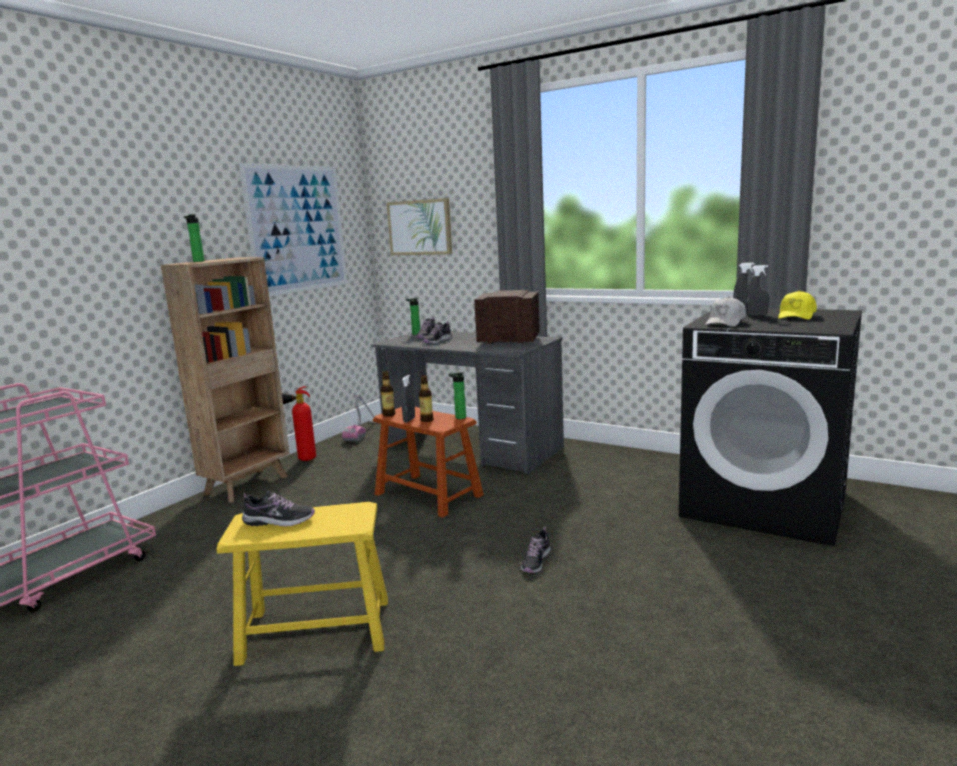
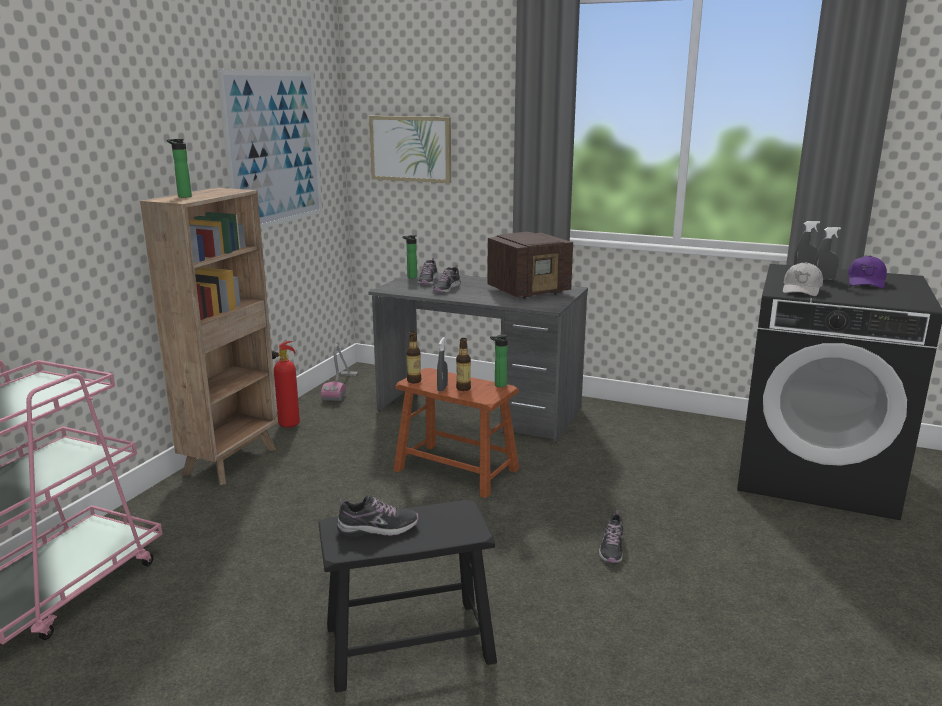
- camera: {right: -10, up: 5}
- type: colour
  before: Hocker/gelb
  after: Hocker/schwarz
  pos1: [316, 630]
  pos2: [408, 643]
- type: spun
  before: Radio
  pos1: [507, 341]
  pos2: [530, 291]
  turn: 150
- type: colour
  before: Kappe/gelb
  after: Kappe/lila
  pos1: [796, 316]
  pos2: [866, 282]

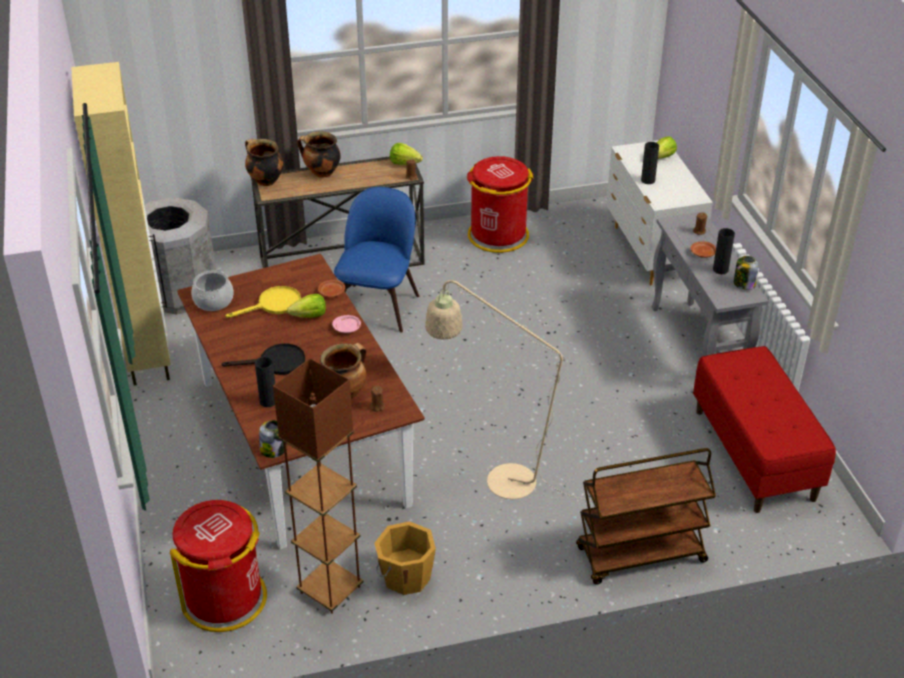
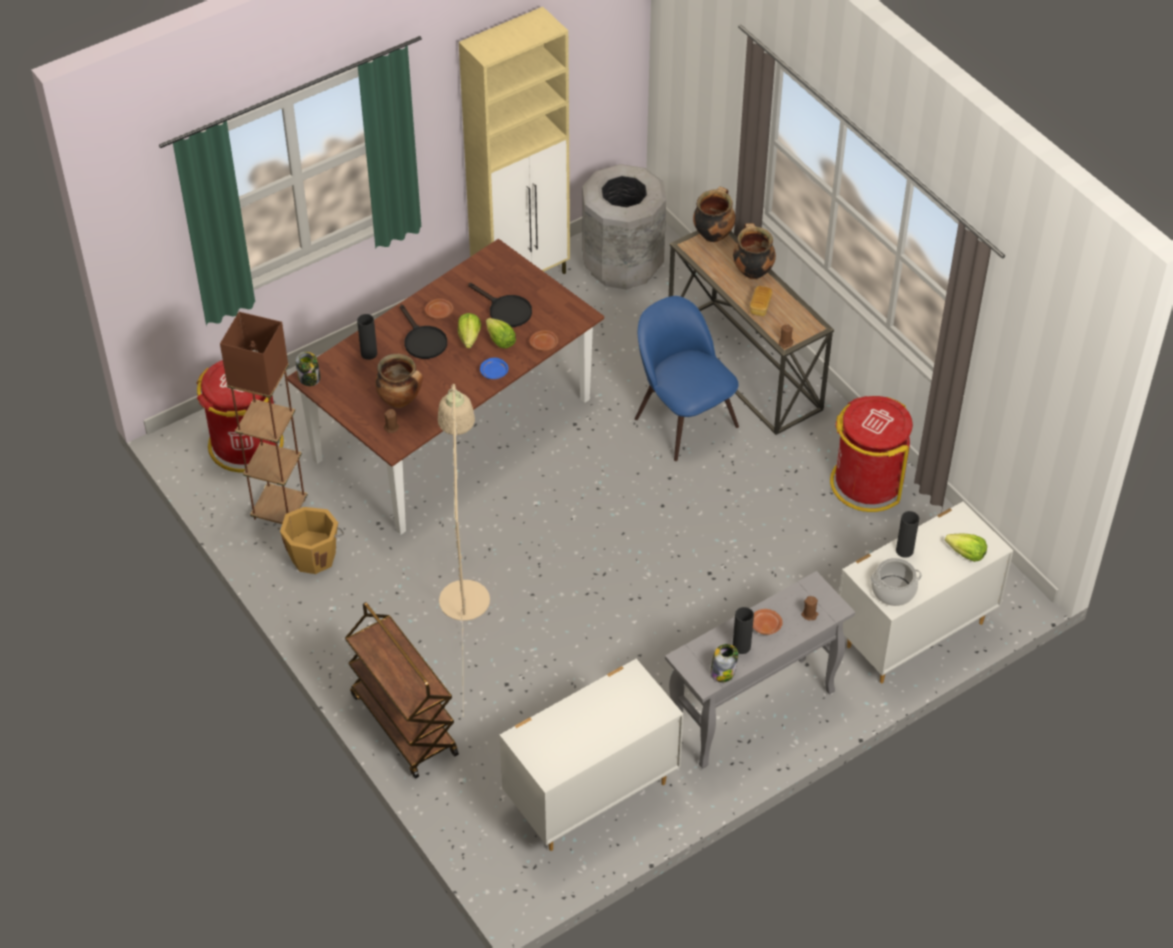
- camera: {right: 70, up: 10}
- type: appeared
  after: Teller/braun
  pos2: [439, 312]
- type: relocated
  before: Salatkopf
  pos1: [404, 163]
  pos2: [469, 338]
- type: colour
  before: Pfanne/gelb
  after: Pfanne/schwarz
  pos1: [274, 305]
  pos2: [505, 310]
- type: colour
  before: Teller/rosa
  after: Teller/blau
  pos1: [347, 328]
  pos2: [494, 372]
- type: exchanged
  before: Bank/rot
  after: Kommode/weiß
  pos1: [754, 454]
  pos2: [590, 796]
- type: spun
  before: Stuhl/blau
  pos1: [378, 305]
  pos2: [683, 419]
  turn: -120
- type: appeared
  after: Brot
  pos2: [760, 306]
- type: relocated
  before: Kochtopf
  pos1: [214, 301]
  pos2: [893, 591]

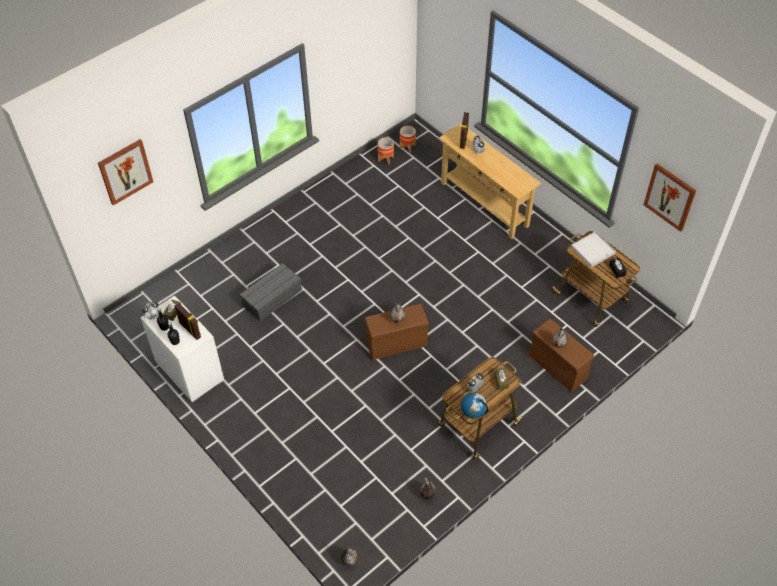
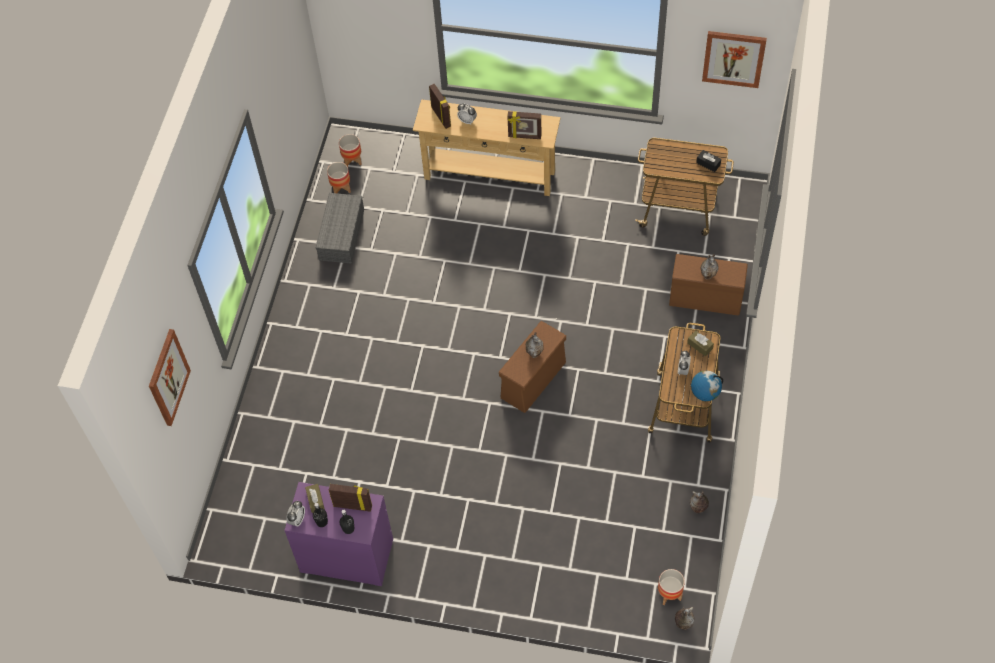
- camera: {right: -35, up: 5}
- type: colour
  before: Kommode/weiß
  after: Kommode/lila
  pos1: [189, 371]
  pos2: [346, 556]
- type: relocated
  before: Aufbewahrungsbox/grau
  pos1: [272, 298]
  pos2: [342, 235]
- type: appeared
  after: Bilderrahmen
  pos2: [524, 136]
- type: appeared
  after: Pflanzkübel
  pos2: [669, 594]
- type: missing
  before: Tablett/weiß
  pos1: [592, 250]

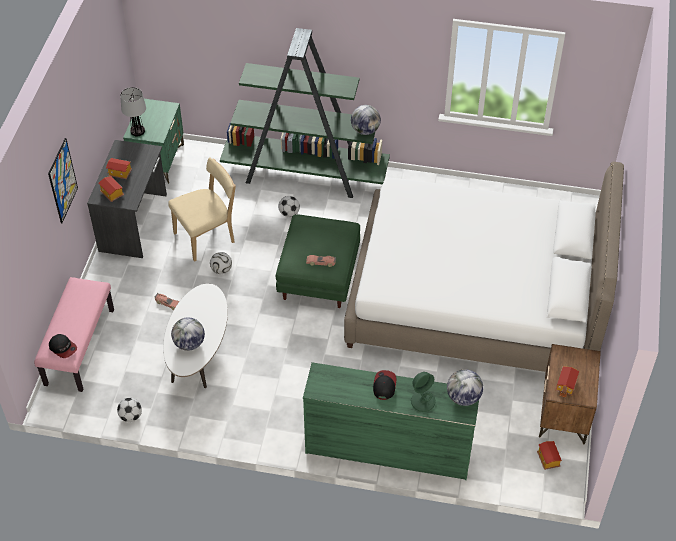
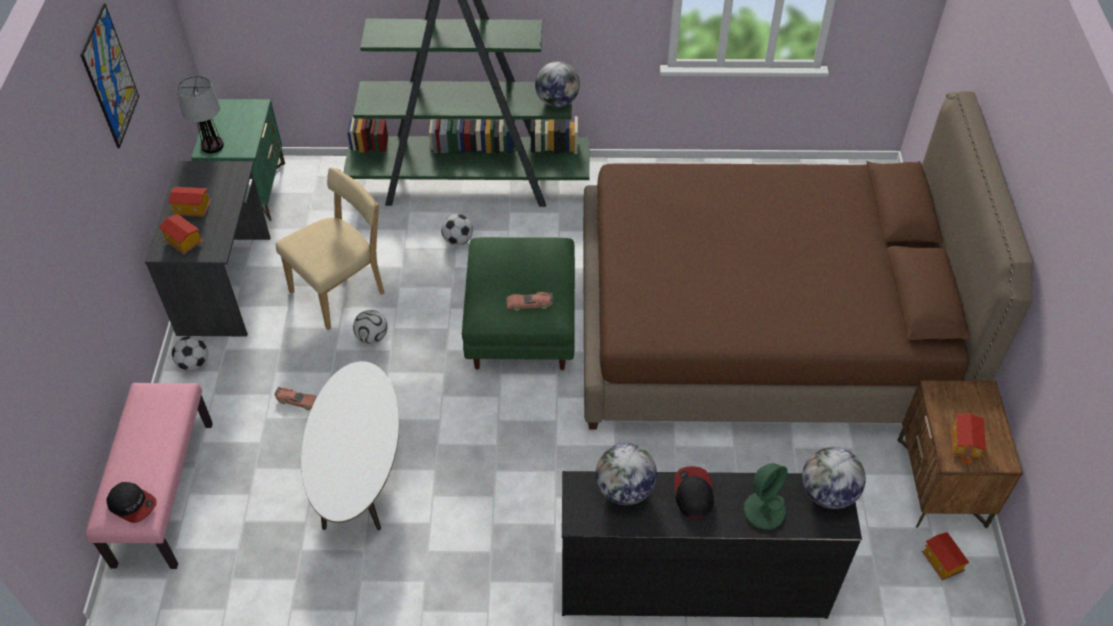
- camera: {right: -10, up: 0}
- type: relocated
  before: Bild
  pos1: [62, 181]
  pos2: [110, 77]
- type: relocated
  before: Fußball
  pos1: [131, 416]
  pos2: [194, 363]
- type: colour
  before: Kommode/grün
  after: Kommode/schwarz
  pos1: [388, 448]
  pos2: [691, 585]
- type: colour
  before: Bett/weiß
  after: Bett/braun
  pos1: [476, 299]
  pos2: [761, 327]
- type: relocated
  before: Globus
  pos1: [189, 343]
  pos2: [624, 490]

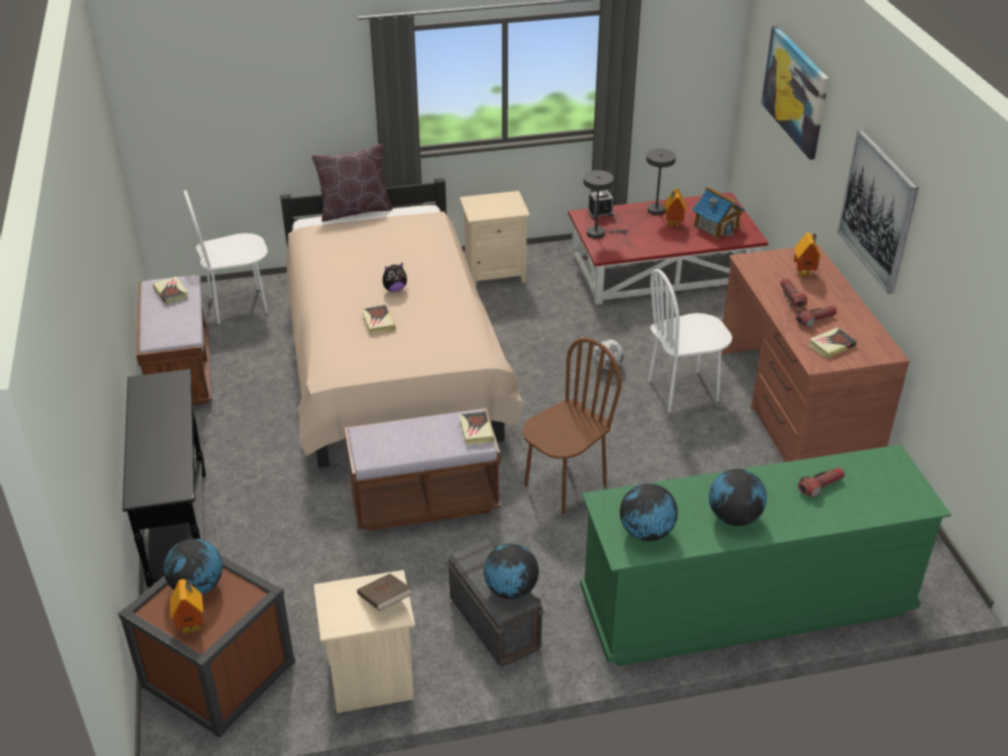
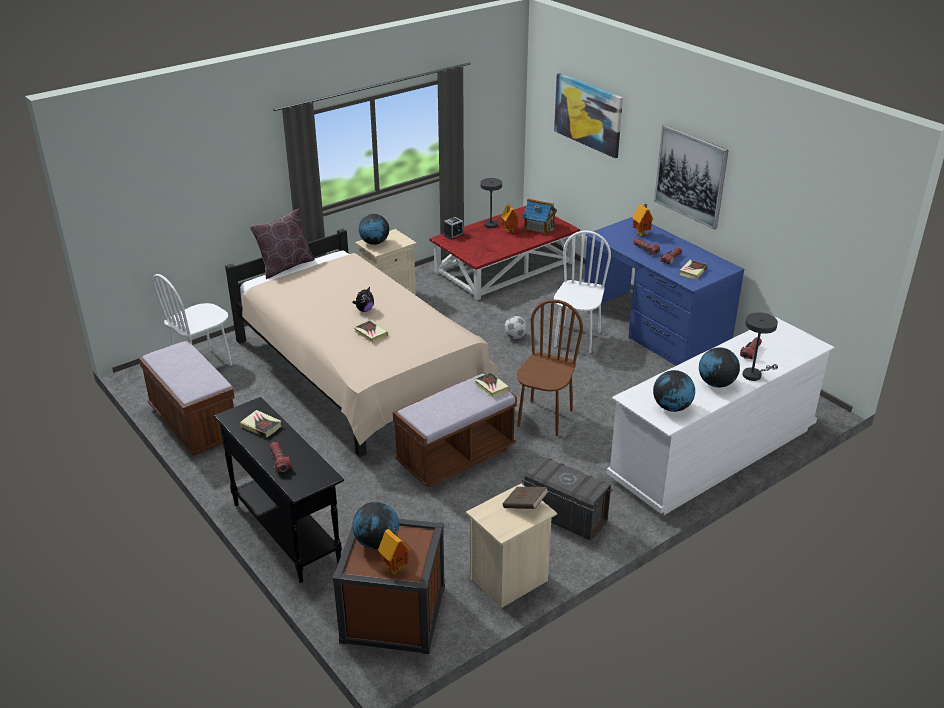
- camera: {right: -25, up: -5}
- type: relocated
  before: Buch
  pos1: [171, 293]
  pos2: [261, 426]
- type: appeared
  after: Taschenlampe
  pos2: [279, 461]
- type: relocated
  before: Globus
  pos1: [510, 590]
  pos2: [374, 243]
- type: spun
  before: Stuhl/weiß
  pos1: [683, 390]
  pos2: [577, 339]
  turn: 150
- type: colour
  before: Schreibtisch/braun
  after: Schreibtisch/blau
  pos1: [795, 405]
  pos2: [654, 329]
- type: colour
  before: Kommode/grün
  after: Kommode/weiß
  pos1: [746, 603]
  pos2: [713, 453]
- type: relocated
  before: Tischlampe/grau
  pos1: [599, 233]
  pos2: [754, 374]

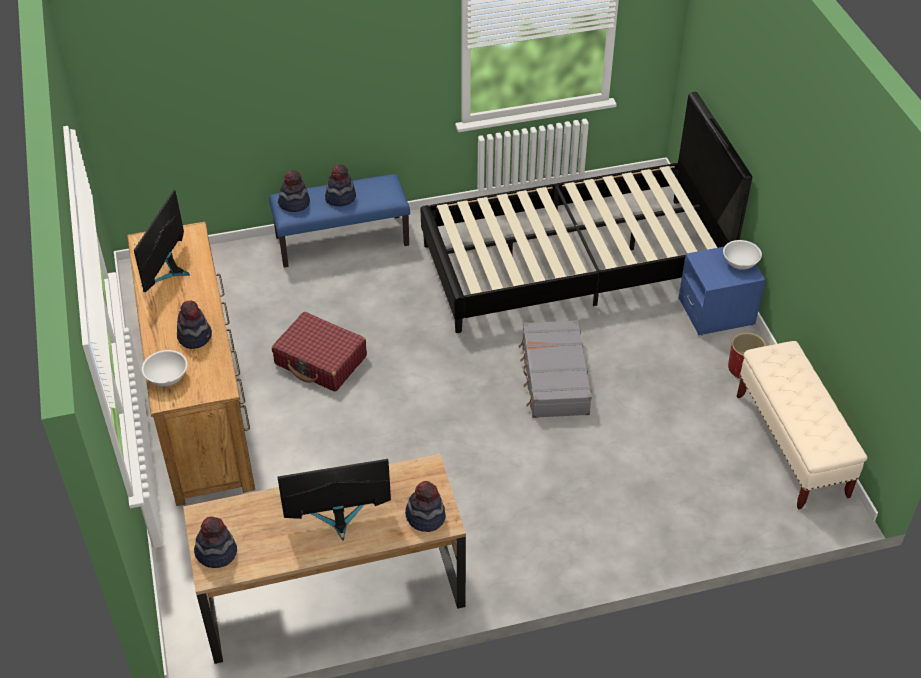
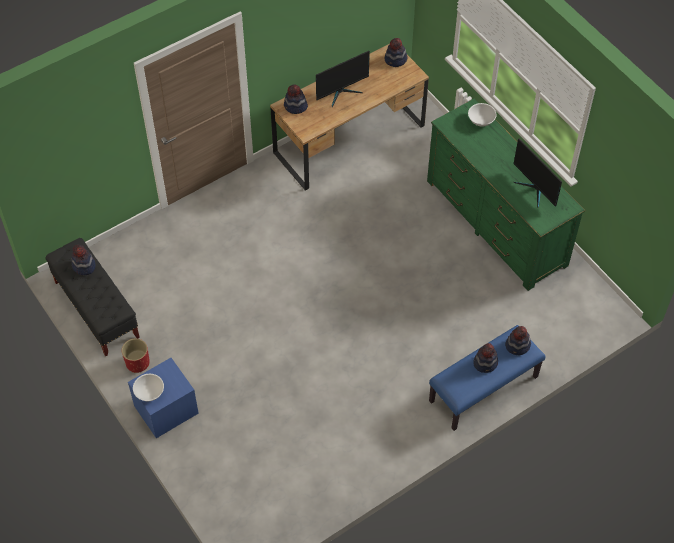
- camera: {right: 160, up: 10}
- type: colour
  before: Bank/beige
  after: Bank/schwarz
  pos1: [791, 446]
  pos2: [96, 309]
- type: relocated
  before: Hut
  pos1: [195, 336]
  pos2: [84, 266]
- type: colour
  before: Kommode/braun
  after: Kommode/grün
  pos1: [200, 406]
  pos2: [496, 222]
- type: spun
  before: Monitor
  pos1: [168, 271]
  pos2: [535, 189]
  turn: 150
- type: missing
  before: Koffer/rot
  pos1: [321, 361]
- type: missing
  before: Bett/schwarz
  pos1: [574, 263]
- type: missing
  before: Koffer/grau
  pos1: [554, 377]

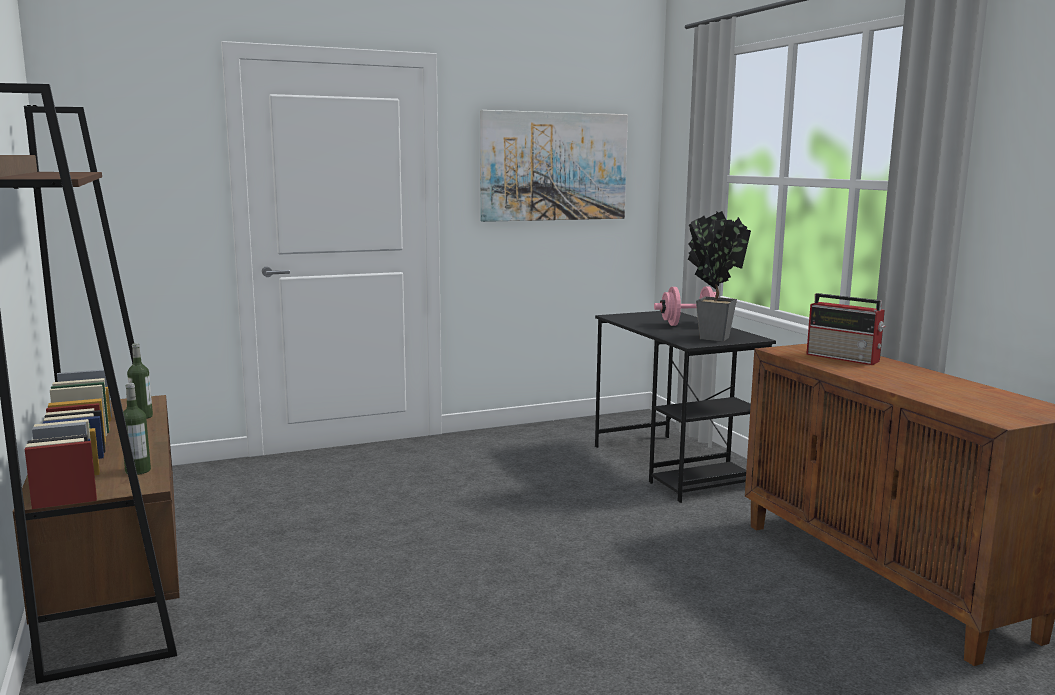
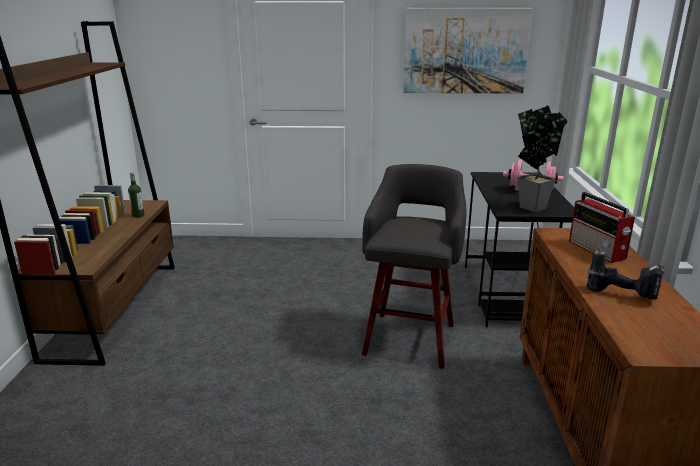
- camera: {right: 25, up: 10}
- type: appeared
  after: Hocker/grau
  pos2: [410, 337]
- type: appeared
  after: Bohrmaschine
  pos2: [623, 294]
- type: missing
  before: Flasche
  pos1: [138, 471]

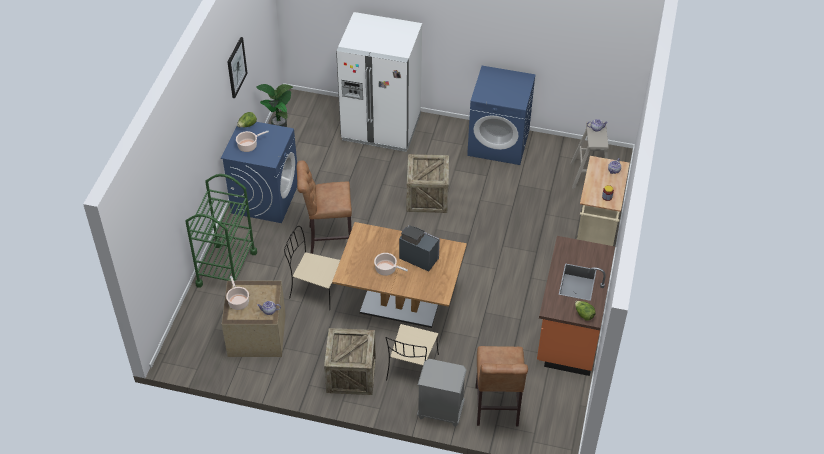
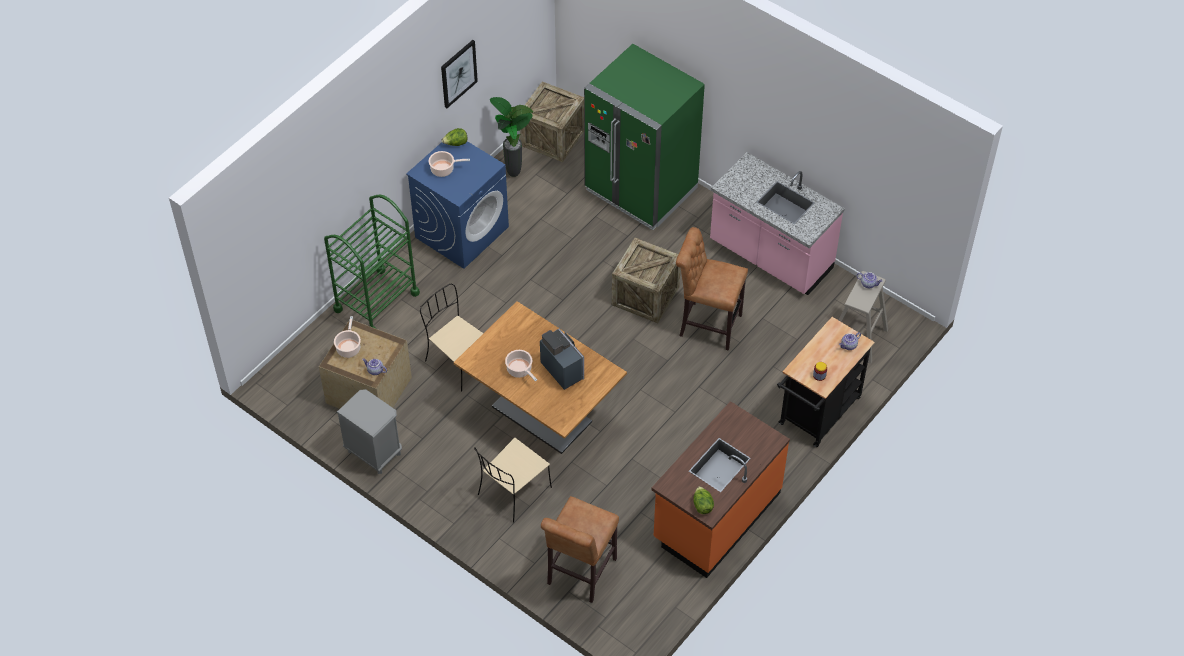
- camera: {right: 25, up: 5}
- type: relocated
  before: Nachttisch/grau
  pos1: [440, 411]
  pos2: [374, 452]
- type: relocated
  before: Kiste
  pos1: [351, 374]
  pos2: [552, 138]
- type: colour
  before: Kühlschrank/weiß
  after: Kühlschrank/grün
  pos1: [381, 128]
  pos2: [641, 189]
- type: relocated
  before: Hocker/braun
  pos1: [327, 238]
  pos2: [707, 324]
- type: exchanged
  before: Waschmaschine/blau
  after: Küchenzeile/rosa
  pos1: [499, 143]
  pos2: [770, 257]
- type: colour
  before: Rollwagen/beige
  after: Rollwagen/schwarz
  pos1: [595, 236]
  pos2: [816, 415]

